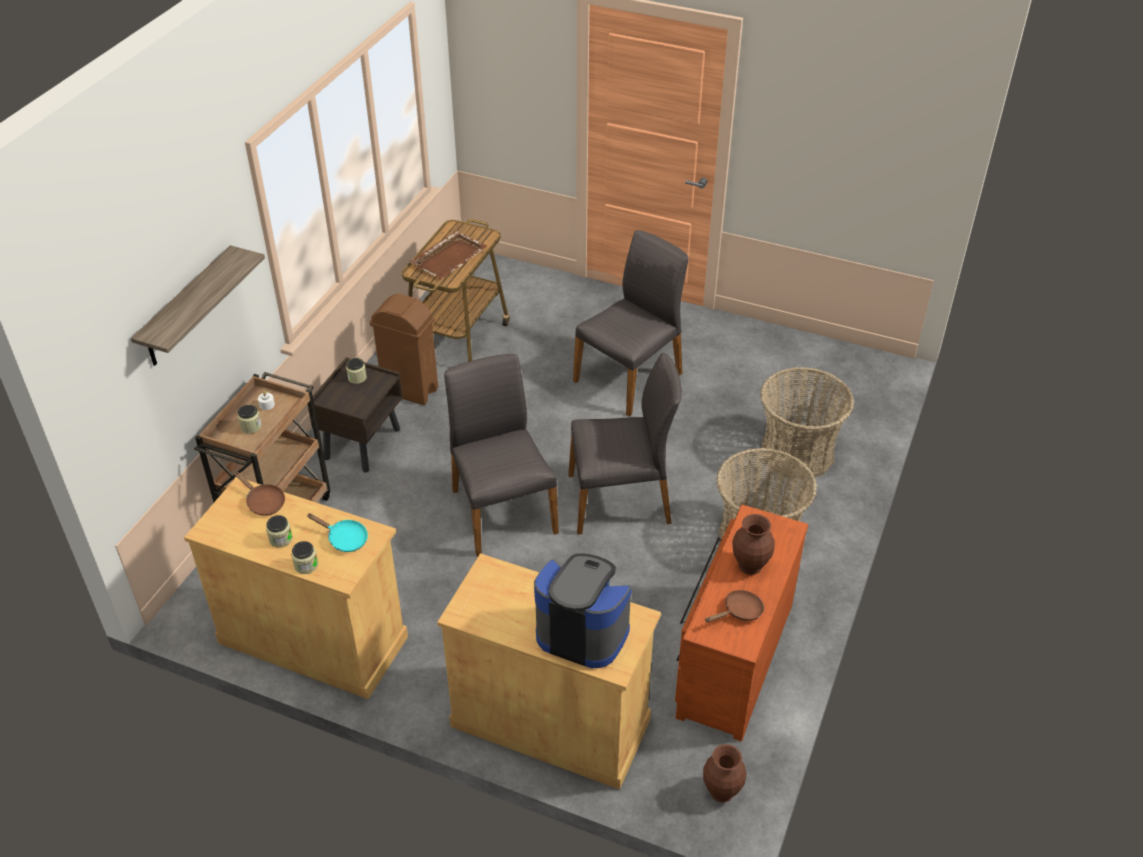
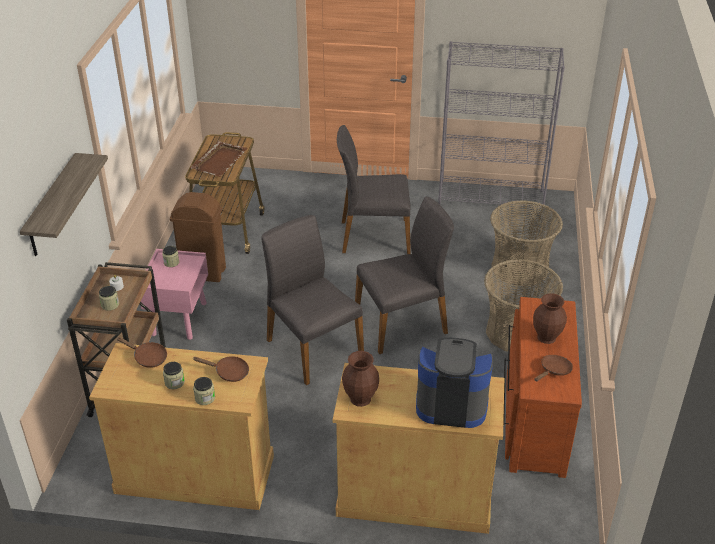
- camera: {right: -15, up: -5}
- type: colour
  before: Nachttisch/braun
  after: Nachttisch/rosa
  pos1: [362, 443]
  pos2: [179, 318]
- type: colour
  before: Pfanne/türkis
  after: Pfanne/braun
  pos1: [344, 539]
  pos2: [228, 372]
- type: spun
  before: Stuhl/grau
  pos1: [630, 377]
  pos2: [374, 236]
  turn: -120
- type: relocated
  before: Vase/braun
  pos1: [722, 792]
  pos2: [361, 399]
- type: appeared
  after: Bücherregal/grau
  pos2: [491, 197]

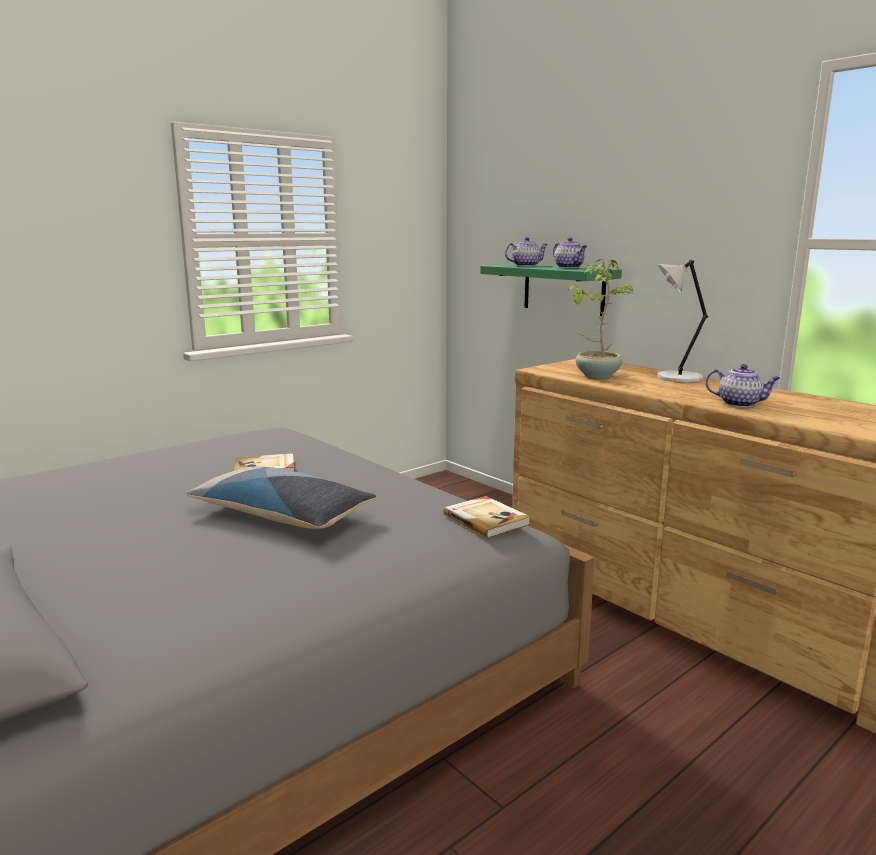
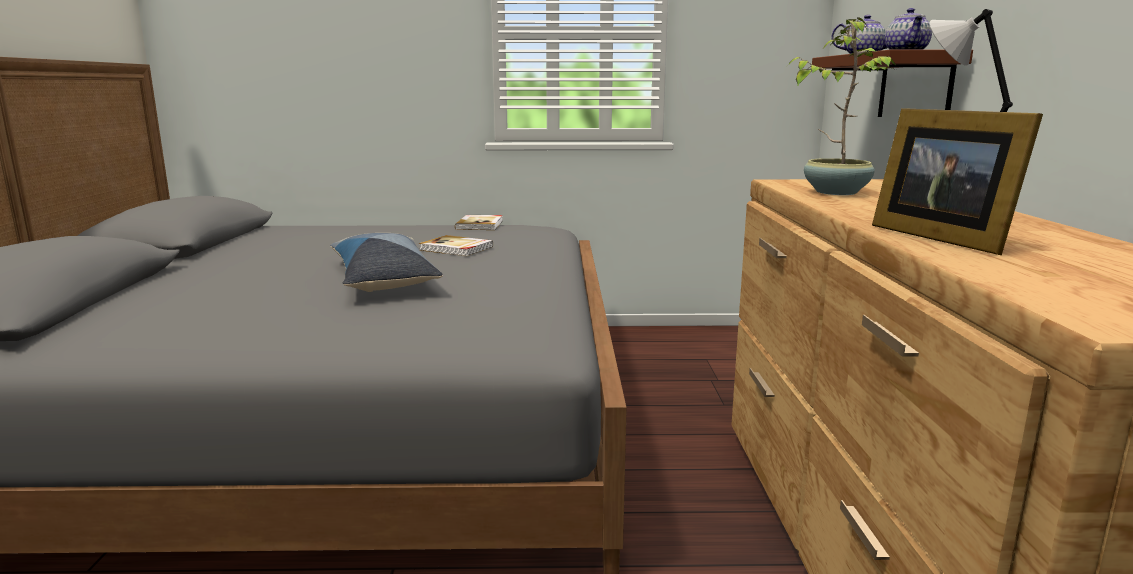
- camera: {right: 40, up: 0}
- type: relocated
  before: Buch
  pos1: [486, 519]
  pos2: [480, 225]
- type: colour
  before: Wandregal/grün
  after: Wandregal/braun
  pos1: [563, 289]
  pos2: [914, 87]
- type: exchanged
  before: Teekanne
  after: Bilderrahmen
  pos1: [740, 404]
  pos2: [940, 237]

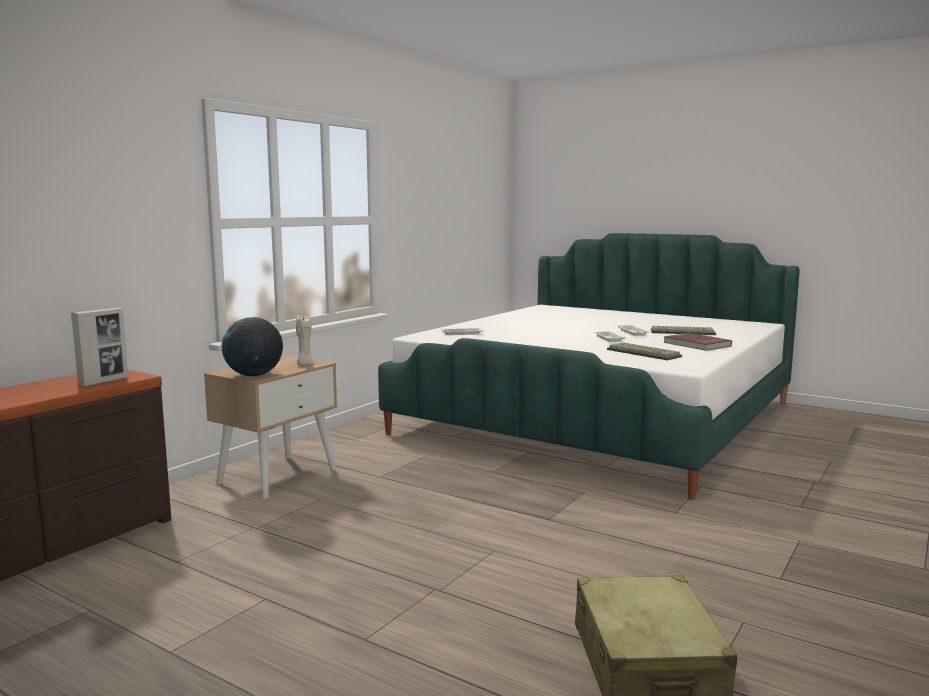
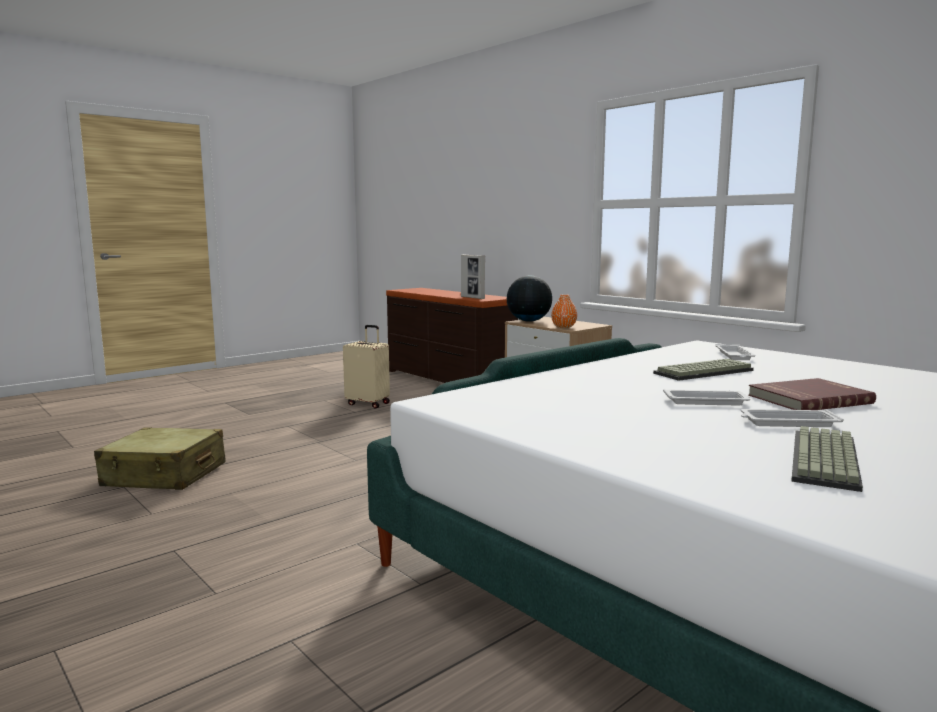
- camera: {right: 105, up: 0}
- type: appeared
  after: Koffer/beige
  pos2: [368, 403]
- type: exchanged
  before: Kerze/beige
  after: Vase/orange
  pos1: [304, 365]
  pos2: [564, 327]
- type: relocated
  before: Tastatur
  pos1: [645, 353]
  pos2: [704, 372]
- type: relocated
  before: Buch/rot
  pos1: [696, 344]
  pos2: [808, 399]

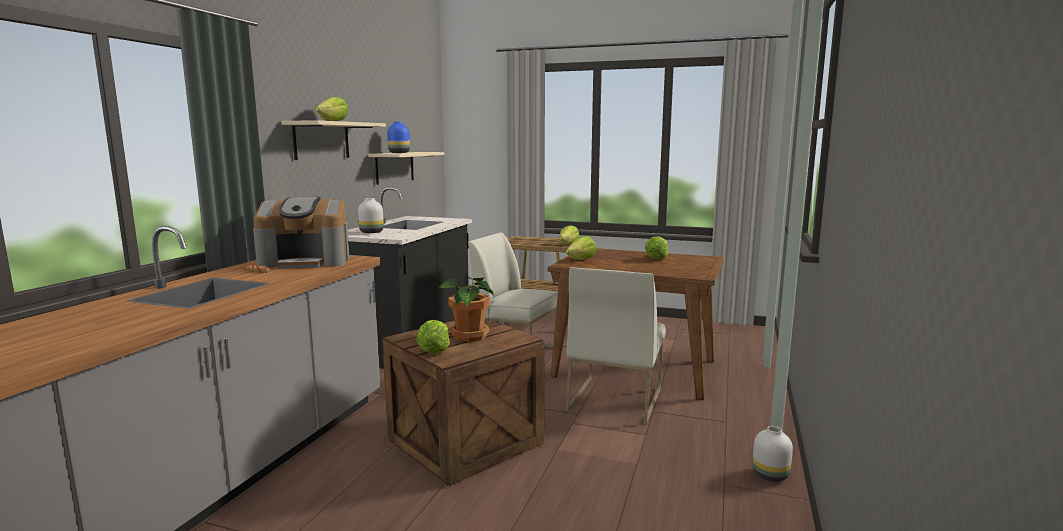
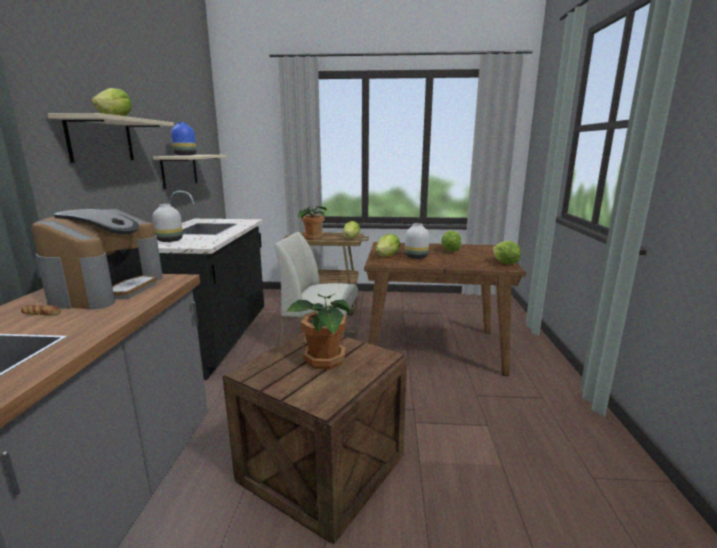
- camera: {right: -15, up: 5}
- type: spun
  before: Kaffeemaschine
  pos1: [306, 261]
  pos2: [108, 289]
  turn: -60
- type: appeared
  after: Topfpflanze
  pos2: [312, 238]
- type: relocated
  before: Vase/weiß
  pos1: [770, 474]
  pos2: [416, 257]
- type: relocated
  before: Salatkopf
  pos1: [434, 351]
  pos2: [504, 263]
- type: missing
  before: Stuhl/weiß
  pos1: [614, 399]

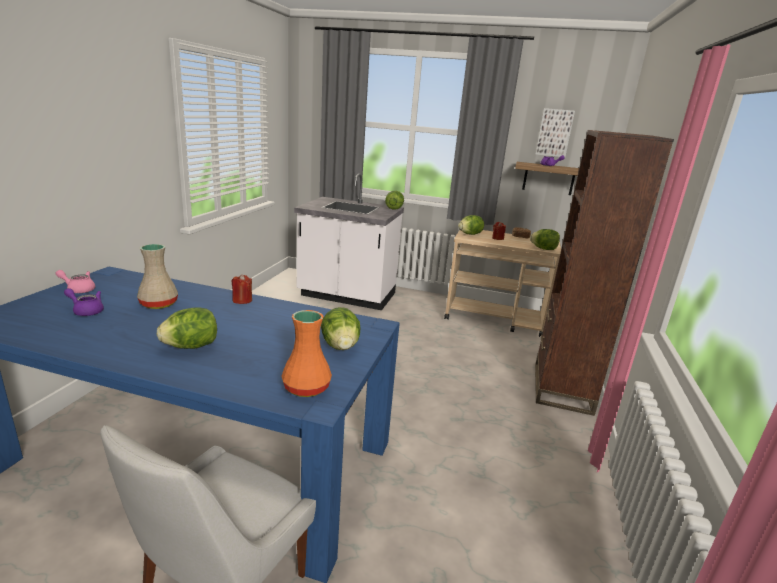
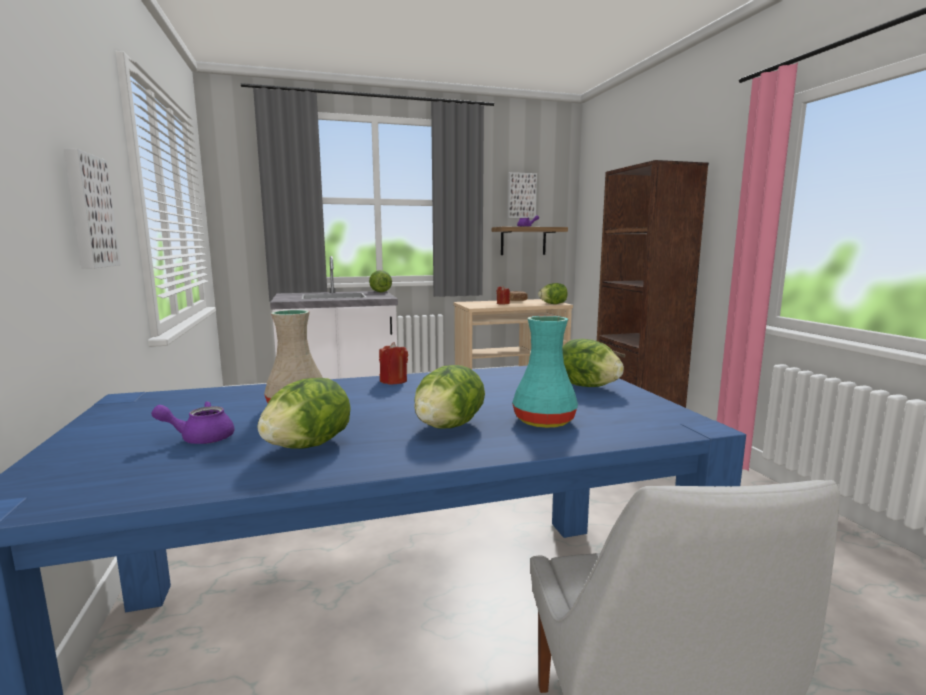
- camera: {right: -30, up: -10}
- type: appeared
  after: Bild
  pos2: [88, 211]
- type: relocated
  before: Salatkopf
  pos1: [469, 234]
  pos2: [308, 446]
- type: appeared
  after: Vase/türkis
  pos2: [542, 421]
- type: missing
  before: Teekanne/rosa
  pos1: [78, 289]
- type: missing
  before: Vase/orange
  pos1: [306, 387]

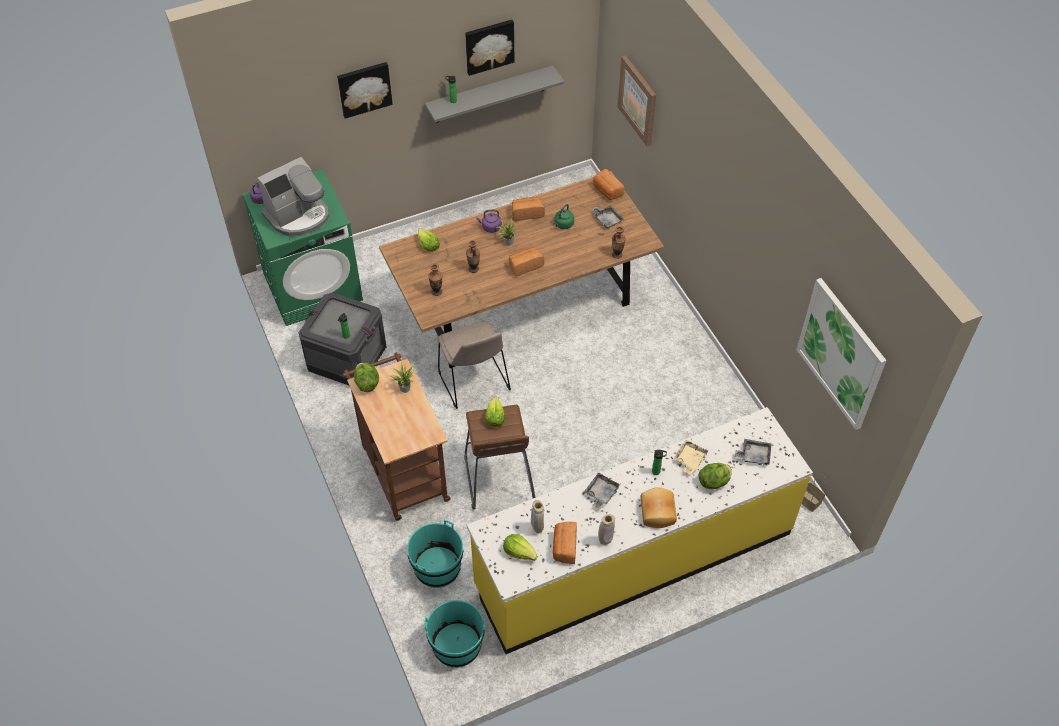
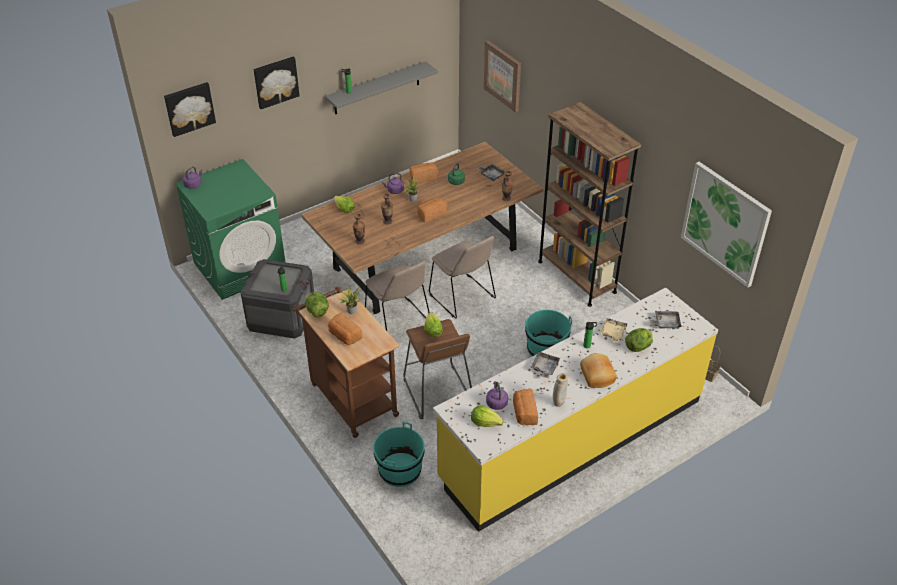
- camera: {right: -10, up: -10}
- type: relocated
  before: Bild
  pos1: [489, 46]
  pos2: [189, 108]
- type: relocated
  before: Brot
  pos1: [607, 191]
  pos2: [344, 336]
- type: appeared
  after: Stuhl/beige
  pos2: [463, 297]
- type: exchanged
  before: Vase/beige
  after: Wasserkessel/lila
  pos1: [537, 529]
  pos2: [496, 402]
- type: relocated
  before: Eimer/türkis
  pos1: [457, 645]
  pos2: [545, 349]
- type: appeared
  after: Bücherregal/braun
  pos2: [576, 276]
- type: missing
  before: Kaffeemaschine
  pos1: [298, 216]

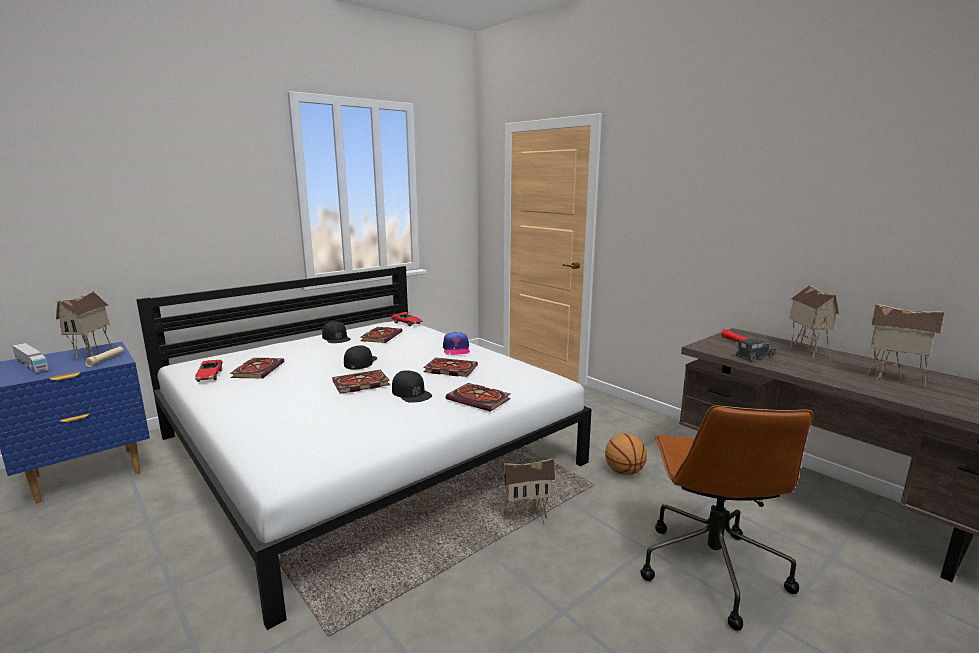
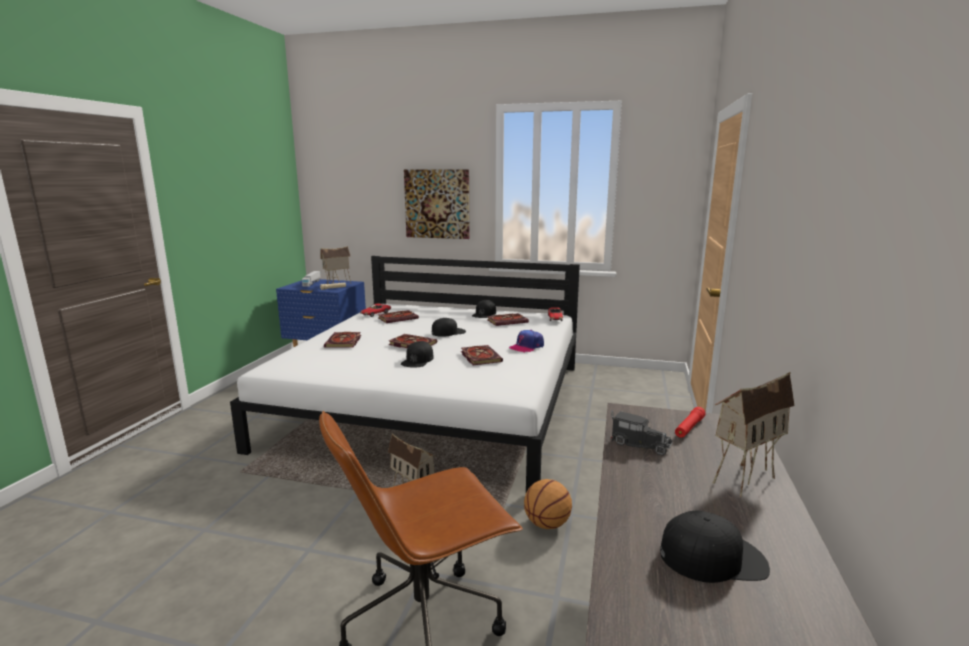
- camera: {right: 55, up: 0}
- type: relocated
  before: Buch
  pos1: [480, 399]
  pos2: [344, 342]
- type: appeared
  after: Bild
  pos2: [437, 204]
- type: exchanged
  before: Spielzeughaus
  after: Kappe/schwarz
  pos1: [893, 379]
  pos2: [713, 557]

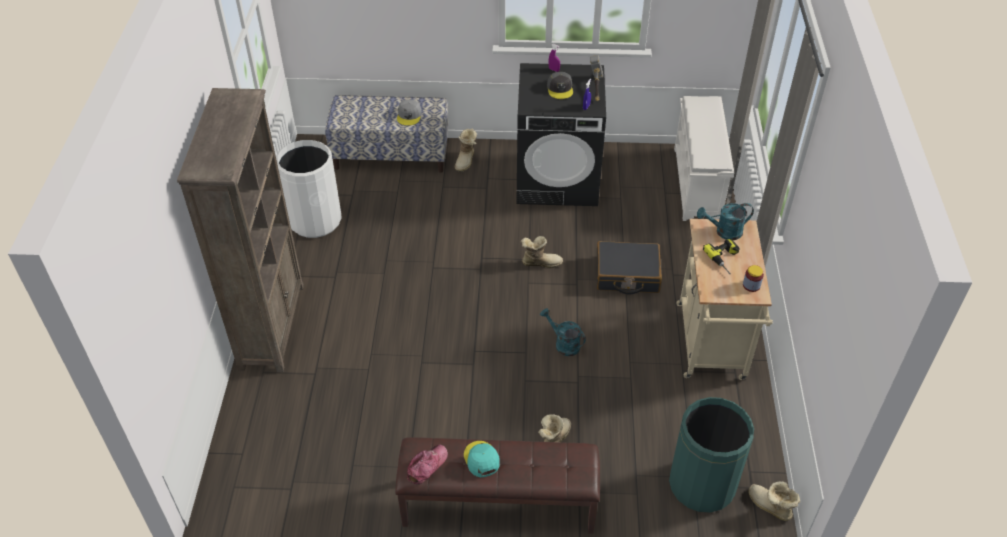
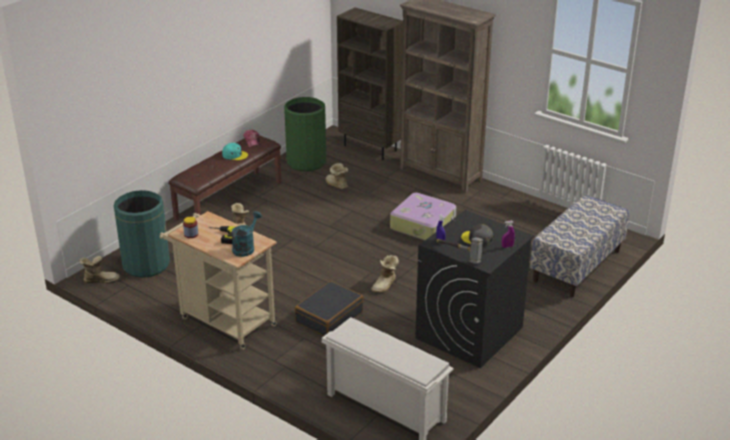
- camera: {right: 125, up: -15}
- type: appeared
  after: Mülleimer/grün
  pos2: [306, 162]
- type: relocated
  before: Stiefel
  pos1: [466, 160]
  pos2: [336, 185]
- type: appeared
  after: Bücherregal/braun
  pos2: [371, 148]
- type: appeared
  after: Koffer
  pos2: [423, 225]
- type: missing
  before: Mülleimer/weiß
  pos1: [315, 220]
- type: missing
  before: Kappe/grau
  pos1: [409, 115]
- type: missing
  before: Gießkanne/türkis
  pos1: [563, 344]

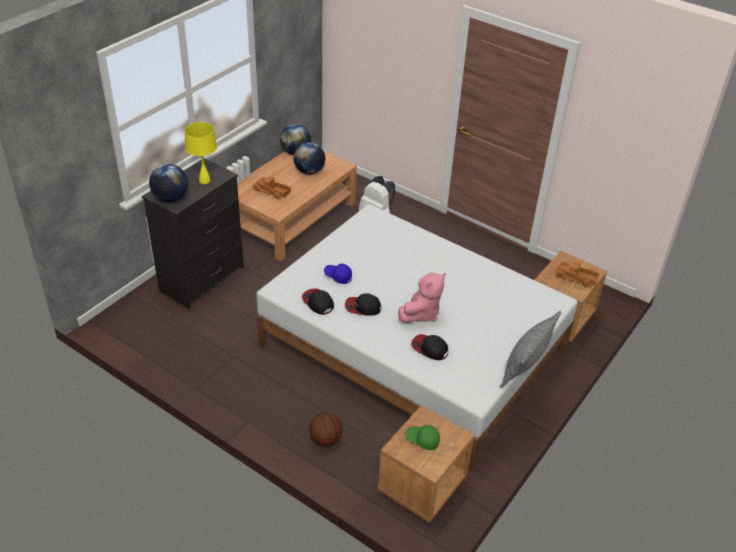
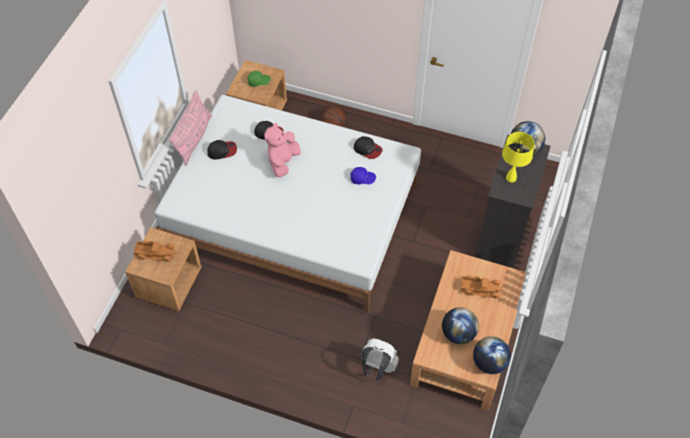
- camera: {right: 165, up: 15}
- type: colour
  before: Kissen/grau
  after: Kissen/rosa
  pos1: [526, 364]
  pos2: [194, 139]
- type: relocated
  before: Kappe
  pos1: [362, 307]
  pos2: [222, 151]

